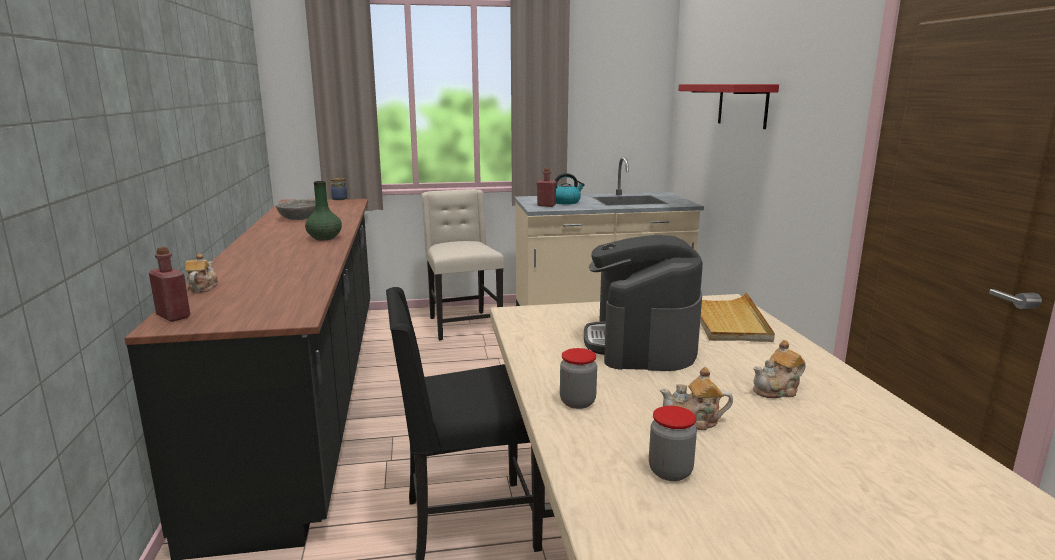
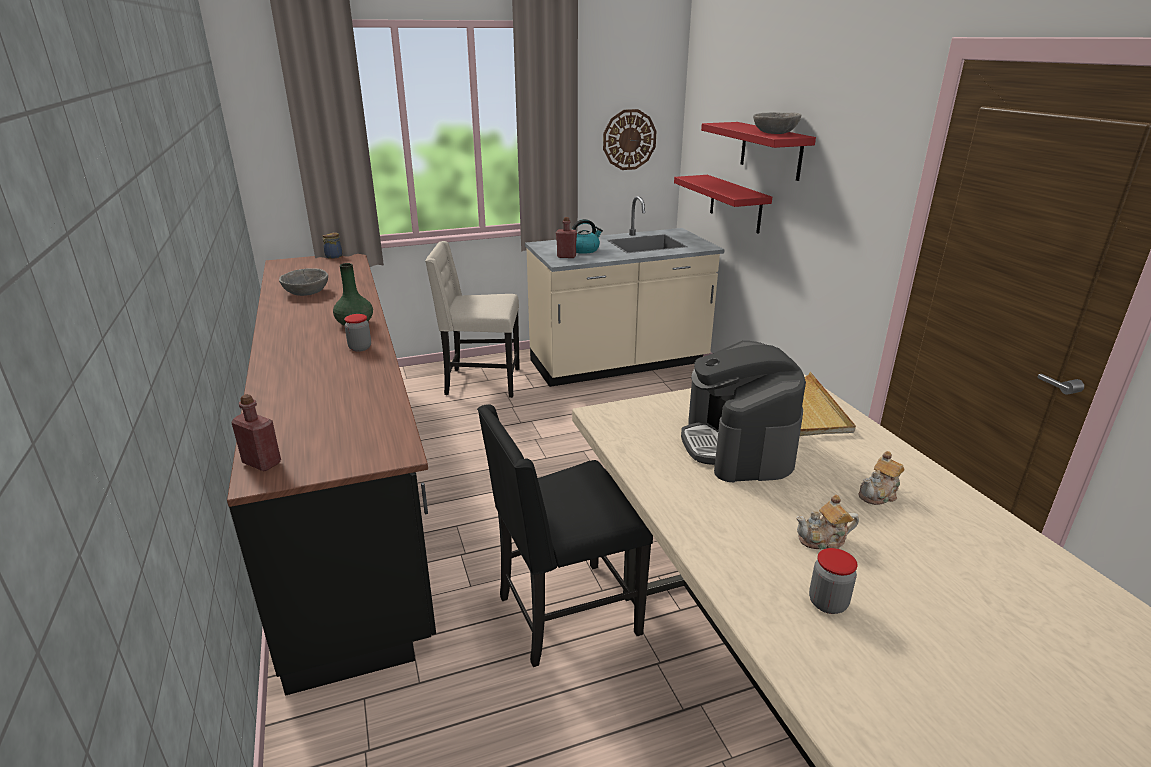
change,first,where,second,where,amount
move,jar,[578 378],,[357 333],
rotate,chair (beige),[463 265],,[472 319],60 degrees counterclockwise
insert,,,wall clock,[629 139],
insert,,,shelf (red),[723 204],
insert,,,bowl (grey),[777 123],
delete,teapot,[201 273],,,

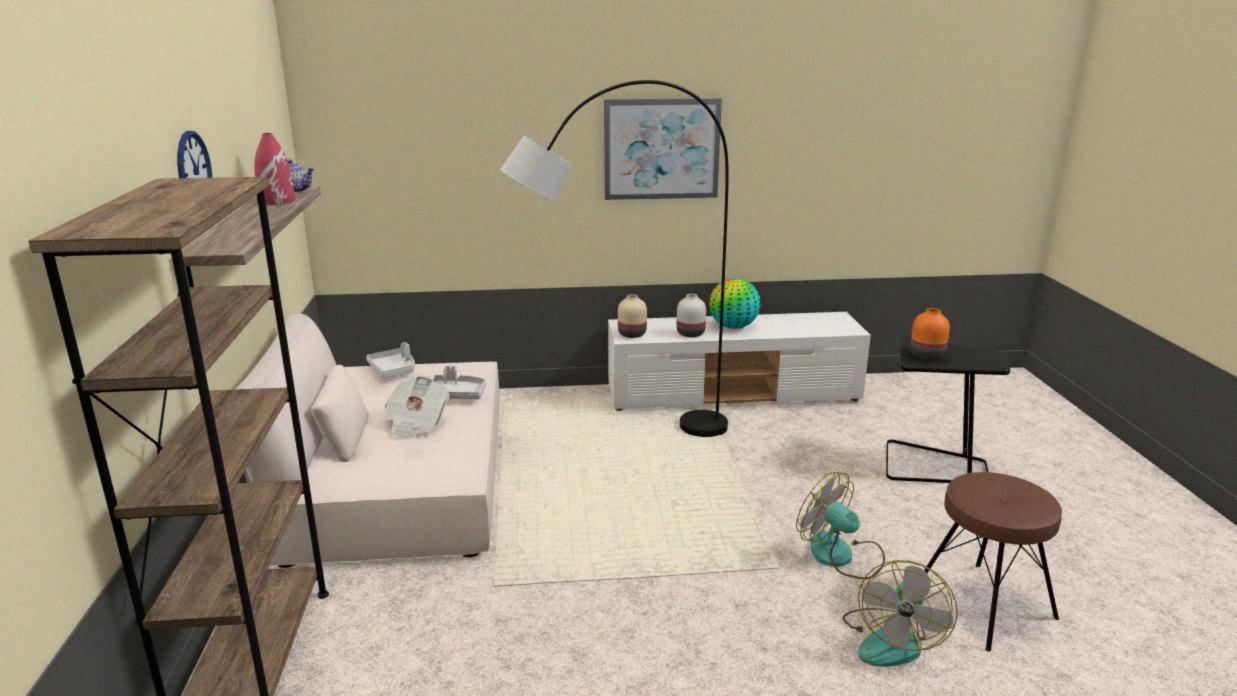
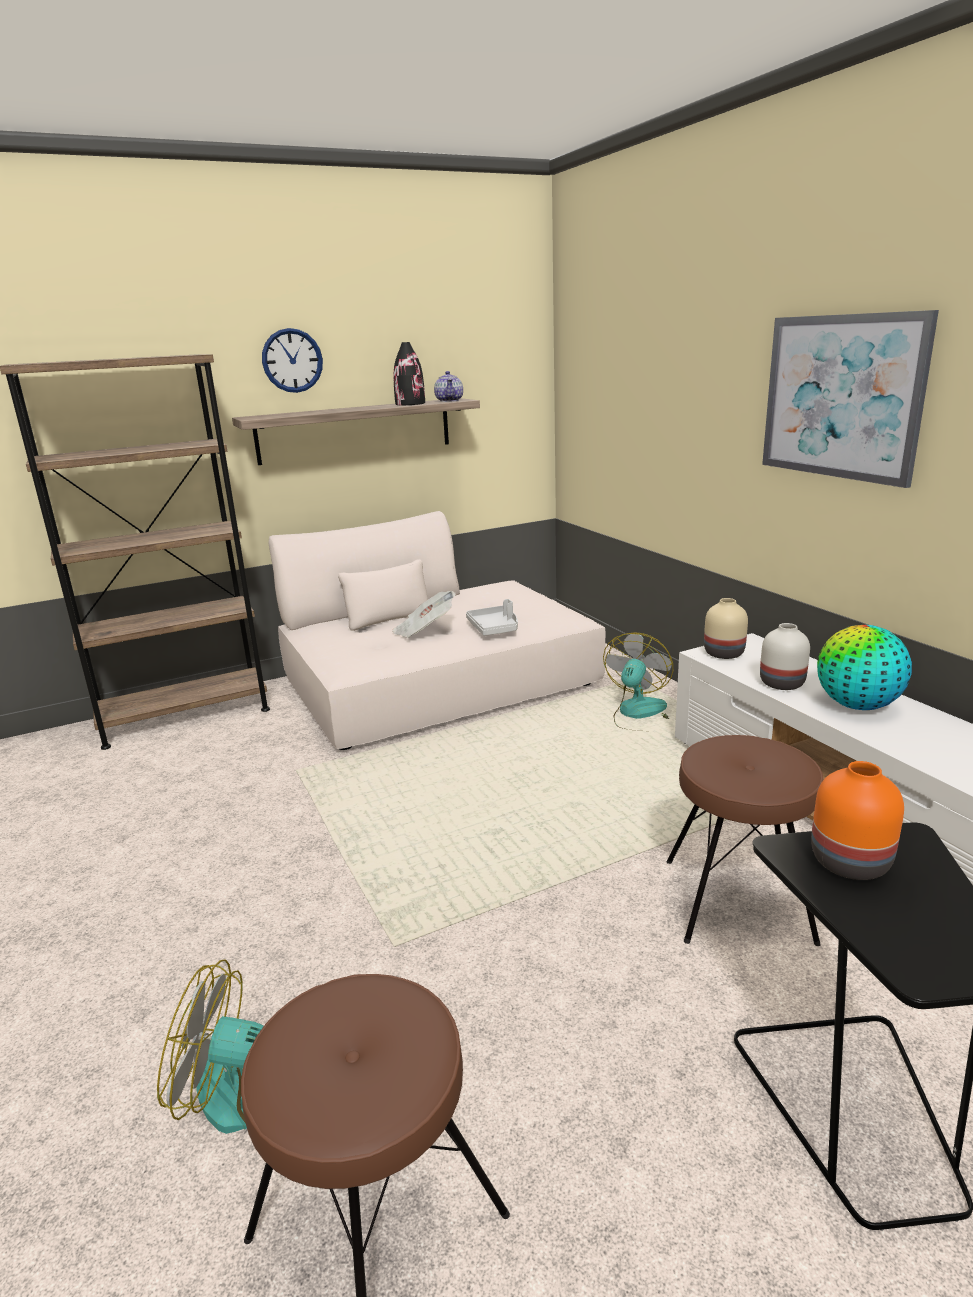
change,first,where,second,where,amount
recolor,vase (red),[274 169],vase (black),[409 373],
move,fan,[840 525],,[638 681],
insert,,,stool (brown),[745 840],
delete,tray (grey),[390 360],,,
delete,floor lamp (grey),[614 258],,,

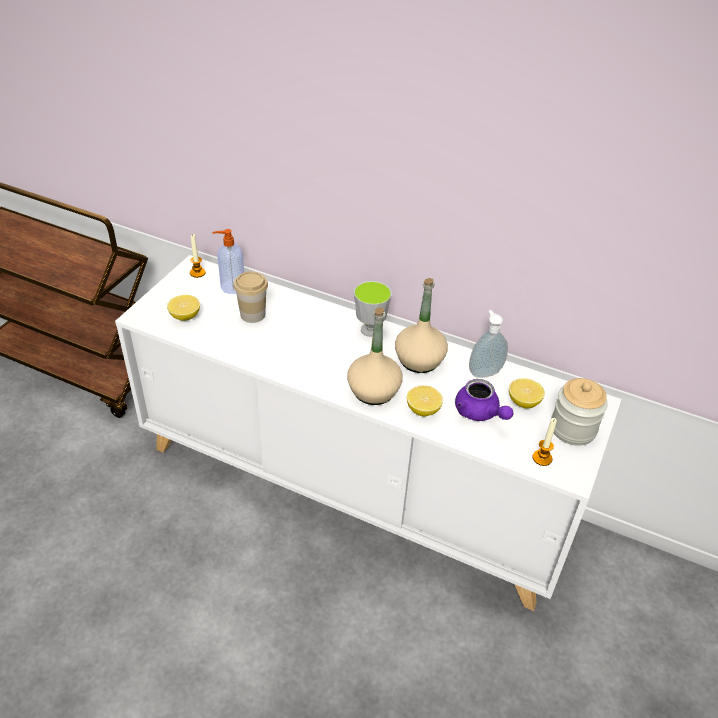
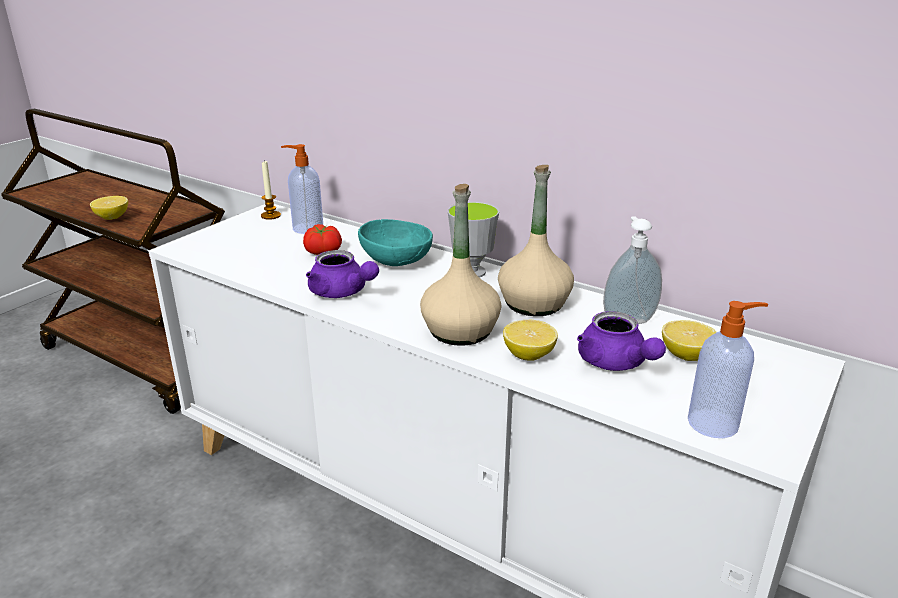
change,first,where,second,where,amount
move,lemon,[183 308],,[109 208],
replace,cup,[251 297],tomato,[322 239],
insert,,,teapot (purple),[342 274],
insert,,,bowl (turquoise),[395 242],
replace,candle,[545 442],soap dispenser,[728 369],
delete,jar,[579 412],,,

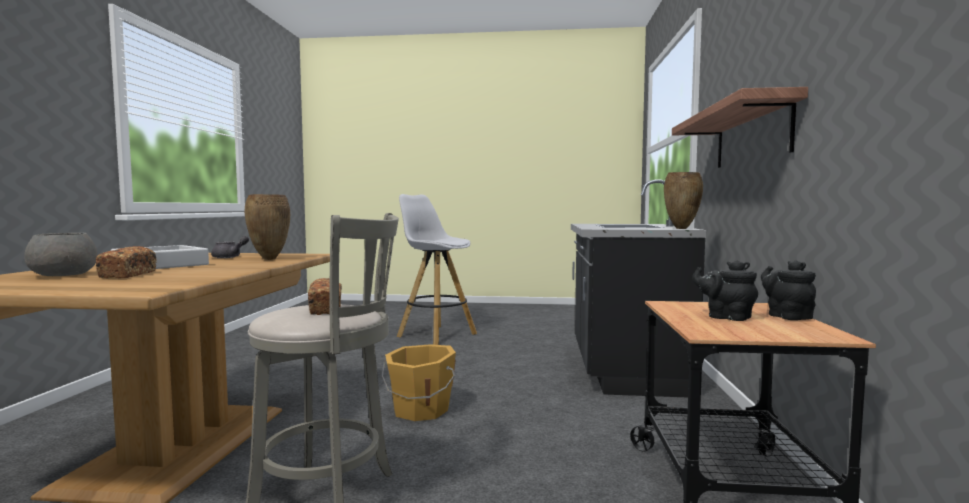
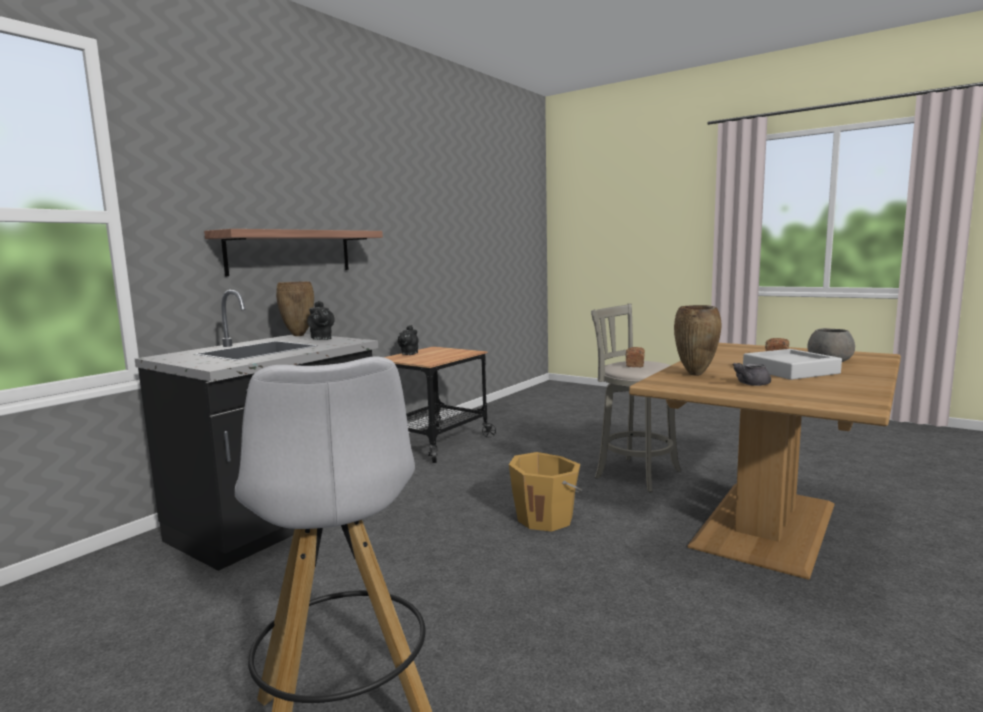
change,first,where,second,where,amount
move,teapot (black),[725 291],,[321 320],

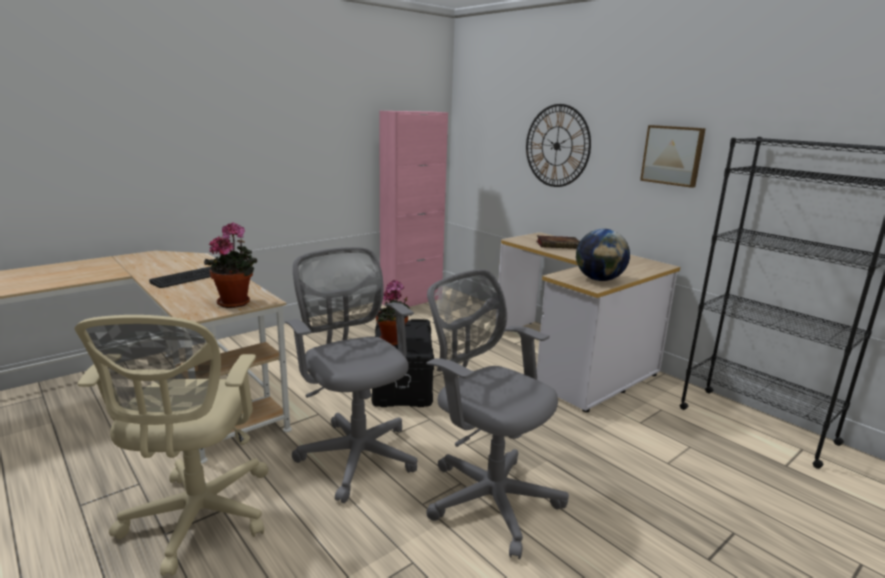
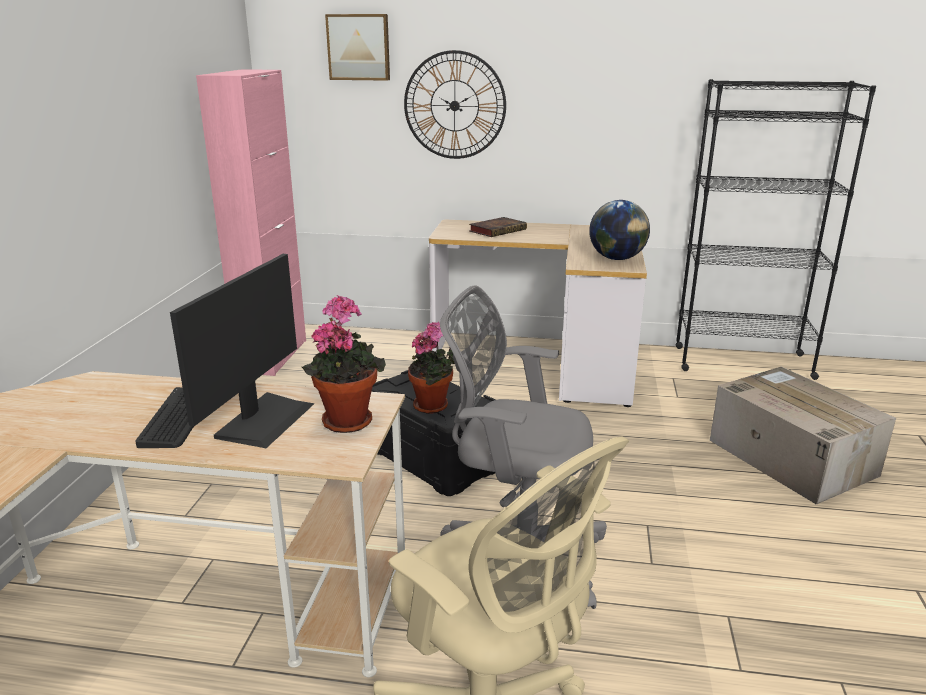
change,first,where,second,where,amount
insert,,,monitor,[242 351],
move,picture,[673 156],,[357 47],
insert,,,cardboard box,[803 436],
delete,office chair (grey),[497 414],,,

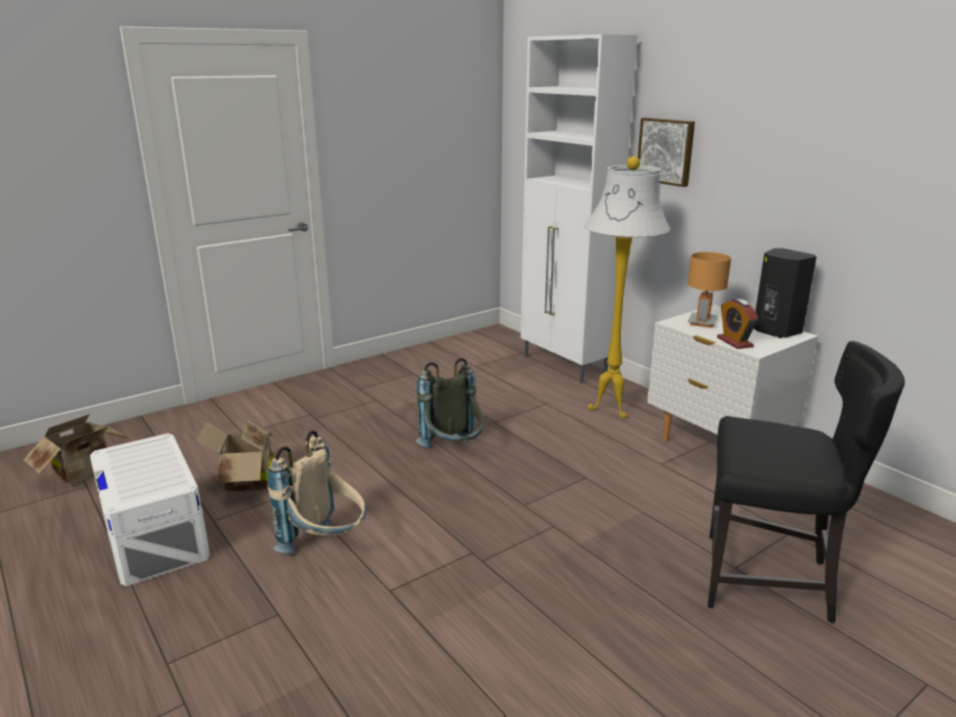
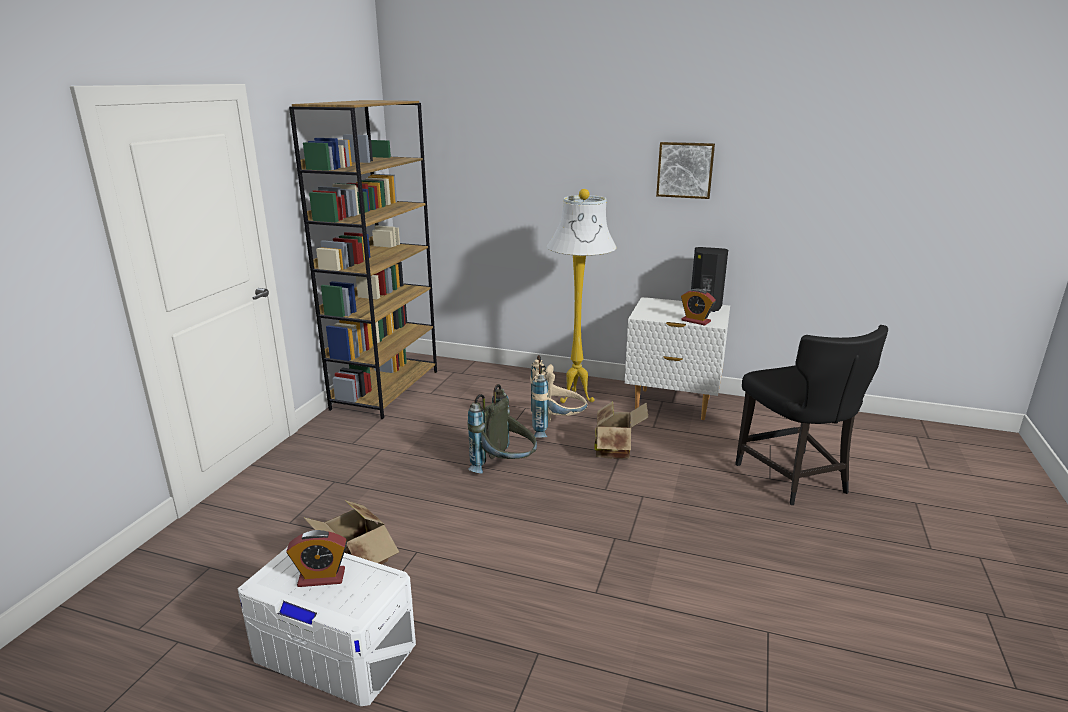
change,first,where,second,where,amount
insert,,,alarm clock,[316 558],
insert,,,bookcase (brown),[363 259],
move,backpack (beige),[316 491],,[559 396],
move,cardboard box,[76 450],,[621 430],
move,picture,[666 152],,[685 170],
rotate,chair (black),[806 482],,[811 415],90 degrees clockwise
delete,cabinet (white),[579 209],,,
delete,table lamp (brown),[709 290],,,

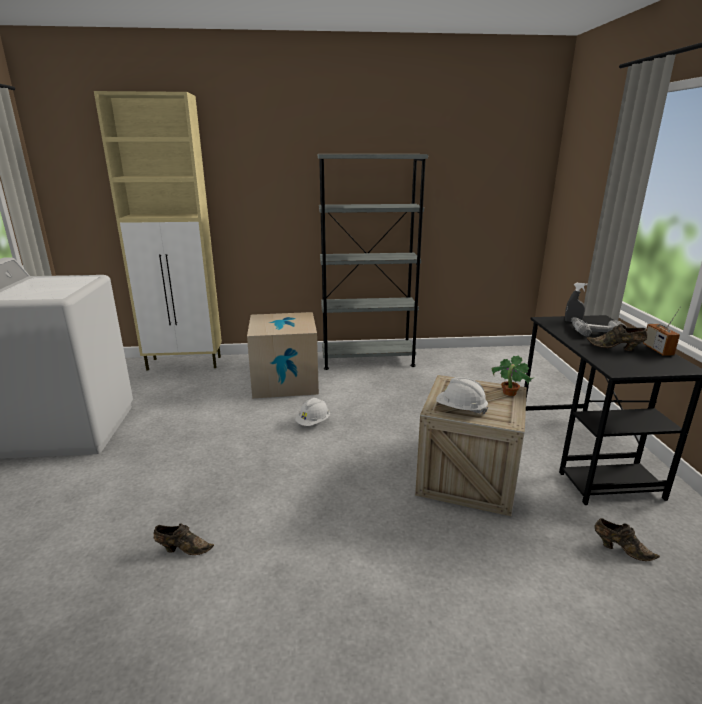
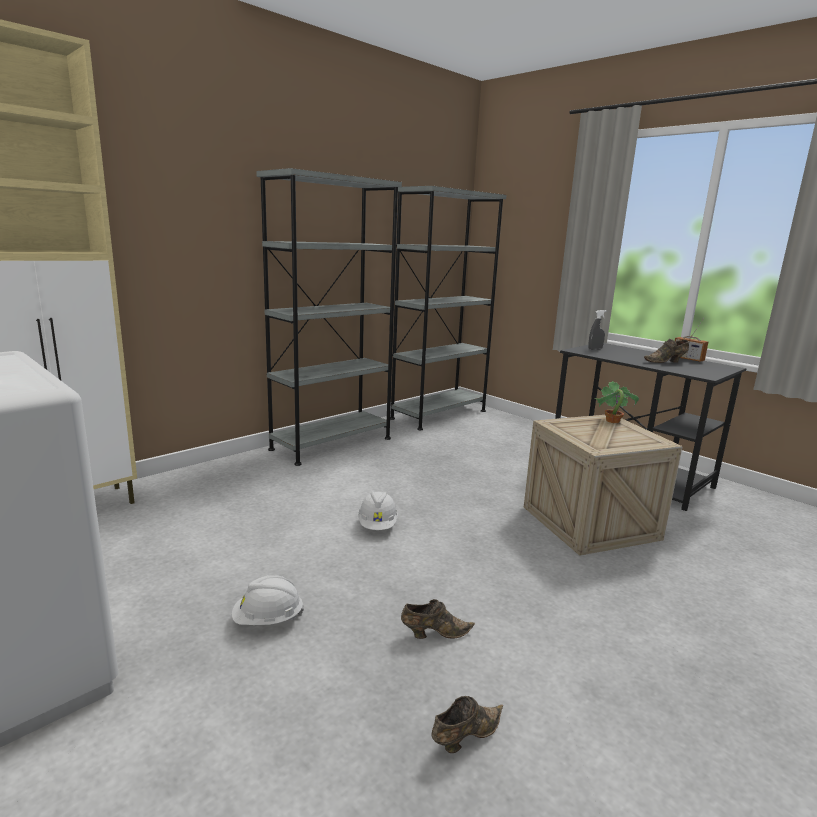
change,first,where,second,where,amount
move,hard hat (white),[462 395],,[268 600],
insert,,,bookcase (grey),[448 308],
move,shoe (brown),[627 539],,[438 619],
delete,cardboard box,[283 355],,,
delete,power drill,[599 326],,,

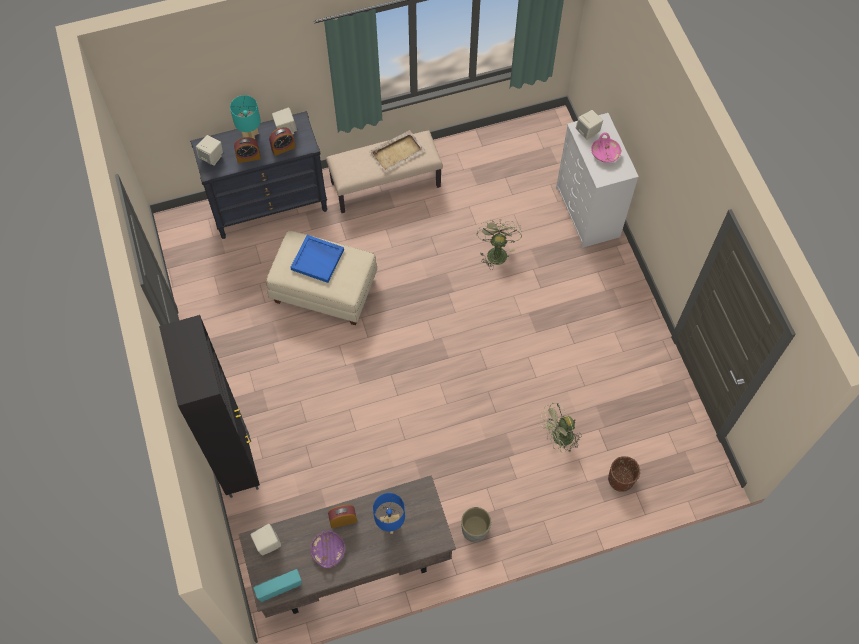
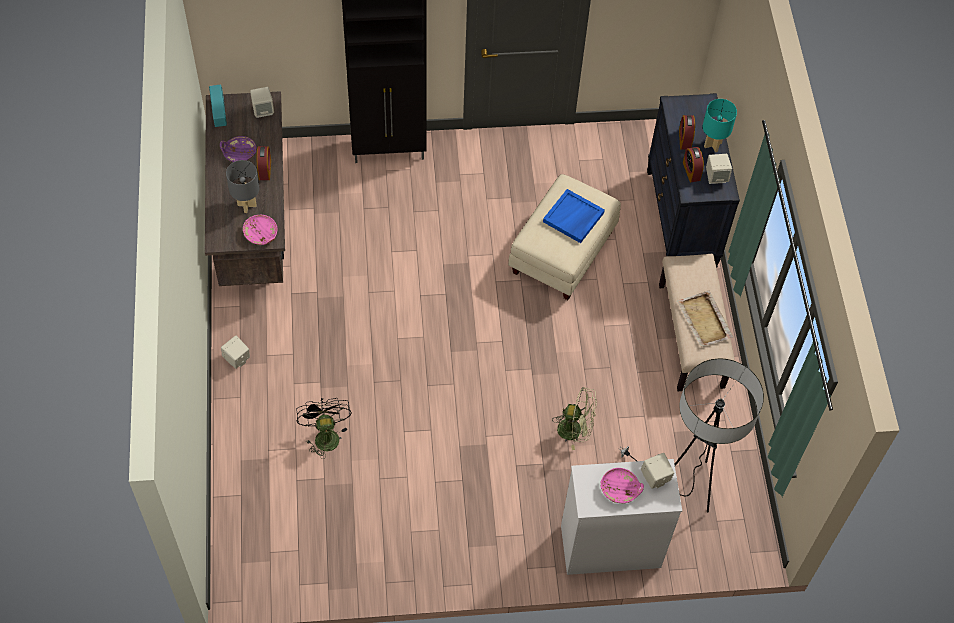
change,first,where,second,where,amount
move,speaker (beige),[209 150],,[235 352],
recolor,table lamp (blue),[389 513],table lamp (grey),[242 186],
insert,,,bowl (pink),[260 230],
recolor,fan (green),[561 428],fan (black),[324 428],
insert,,,floor lamp,[691 436],
delete,planter (grey),[476 524],,,
delete,planter (brown),[624 474],,,

